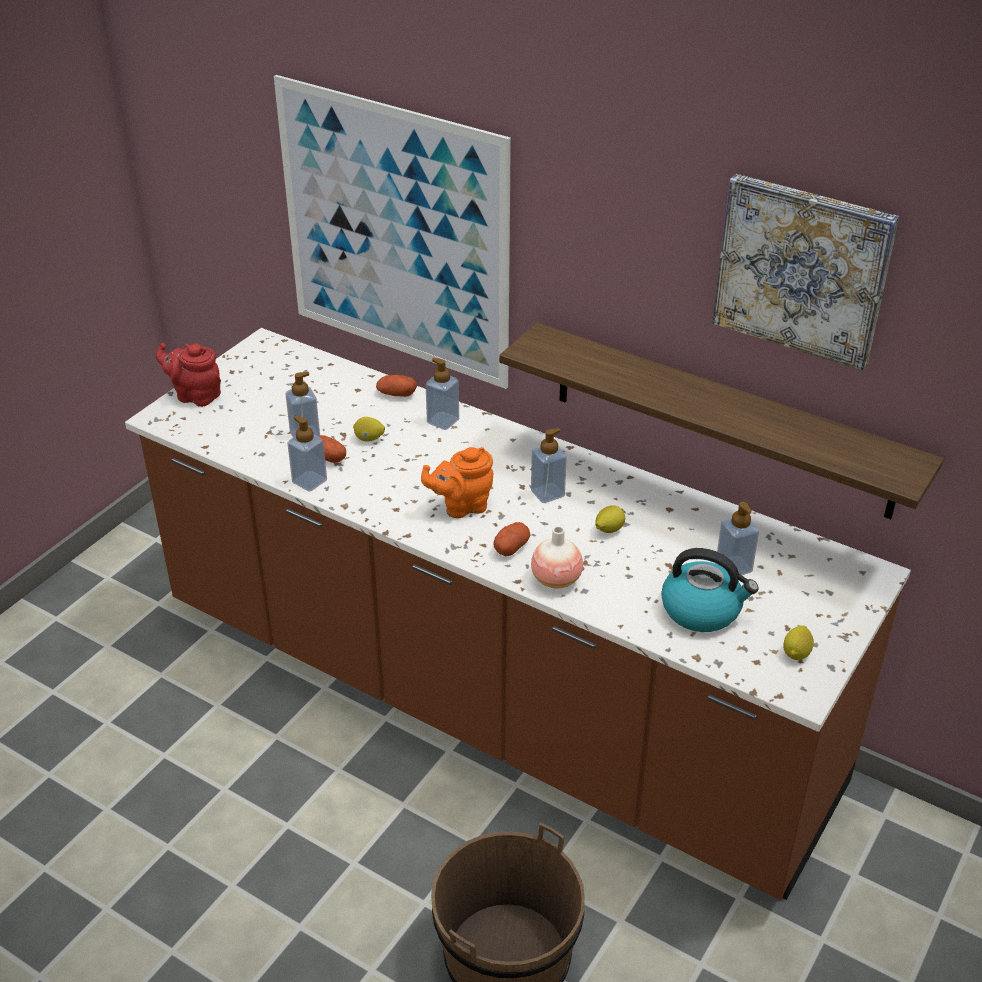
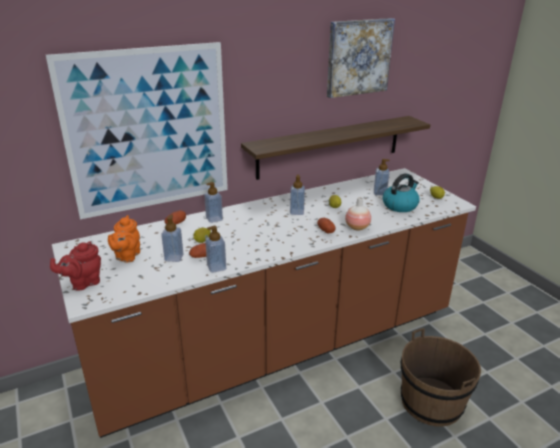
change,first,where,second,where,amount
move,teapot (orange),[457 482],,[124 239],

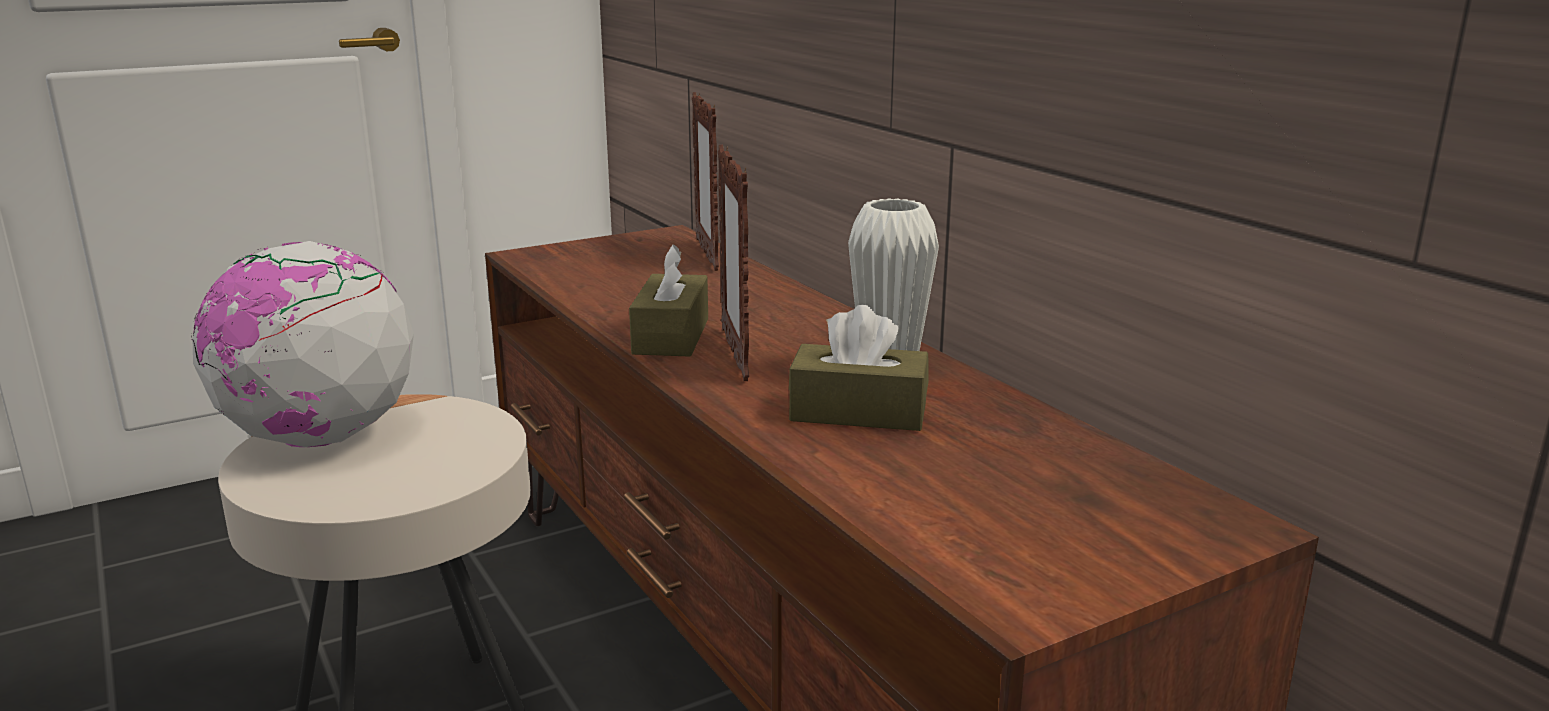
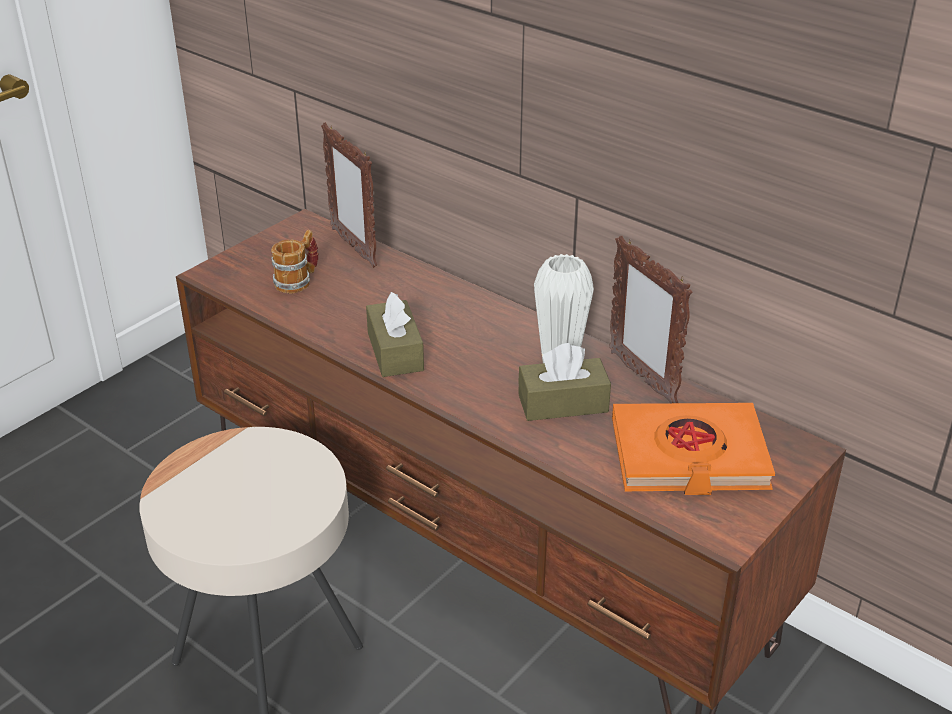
change,first,where,second,where,amount
insert,,,mug,[295 262],
move,picture frame,[733 263],,[651 319],
insert,,,book (orange),[693 449],
delete,globe,[302 344],,,

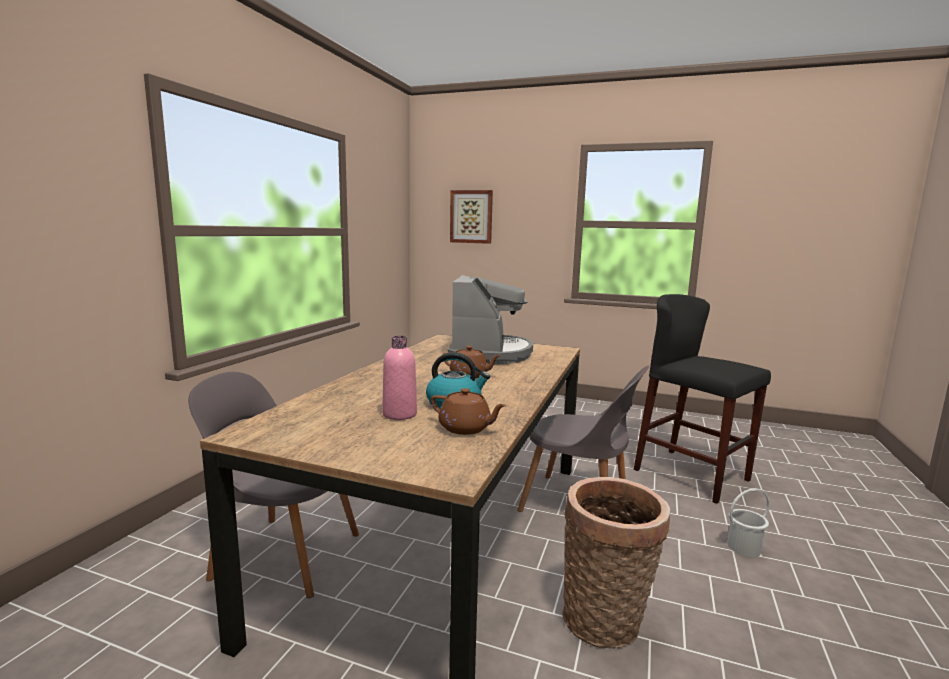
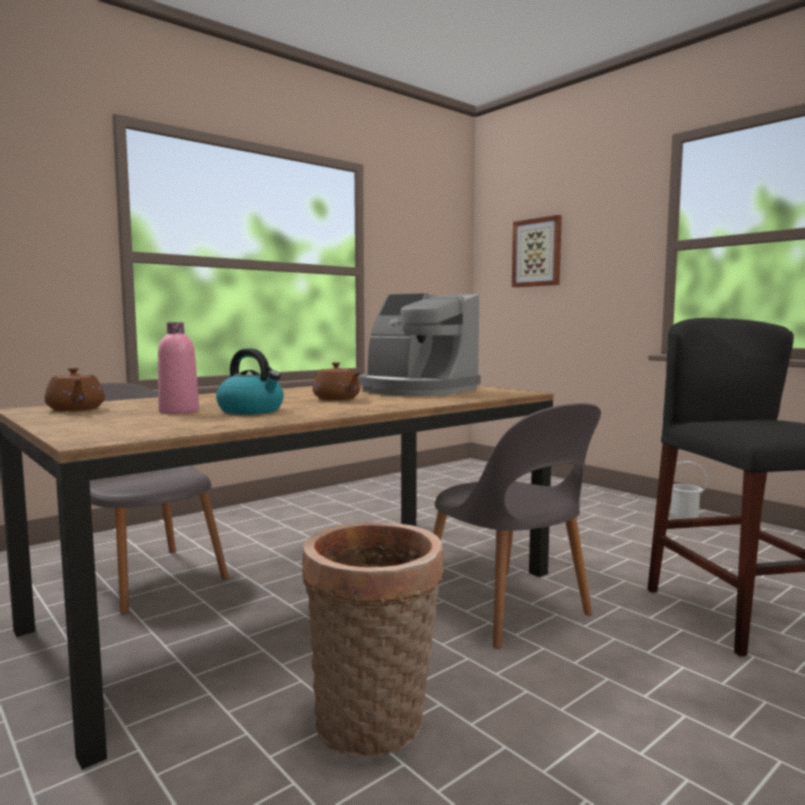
change,first,where,second,where,amount
move,teapot (brown),[469 411],,[74 390],
rotate,coffee machine,[490 319],,[420 344],90 degrees clockwise
move,bucket (white),[748 522],,[689 489],

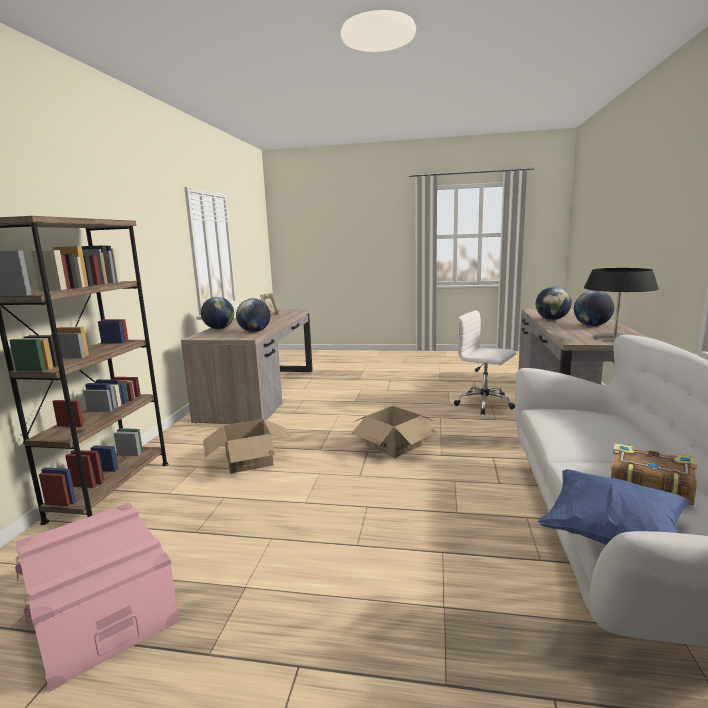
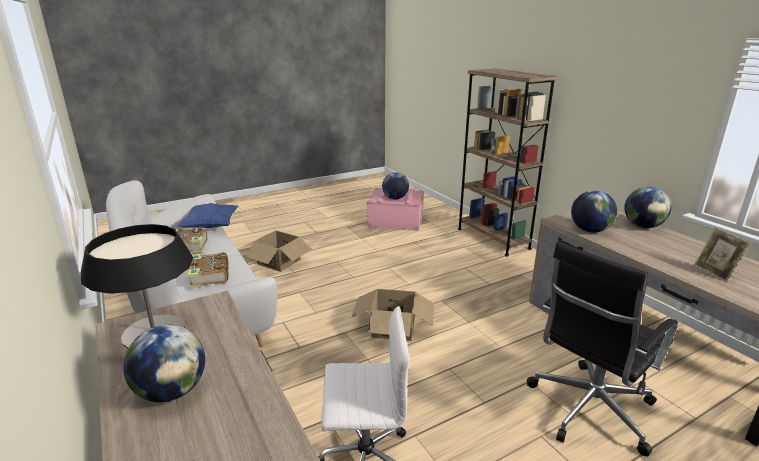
change,first,where,second,where,amount
insert,,,book,[208 270],
move,cardboard box,[248 446],,[278 251],
move,globe,[554 303],,[395 185],
insert,,,office chair (black),[602 348],

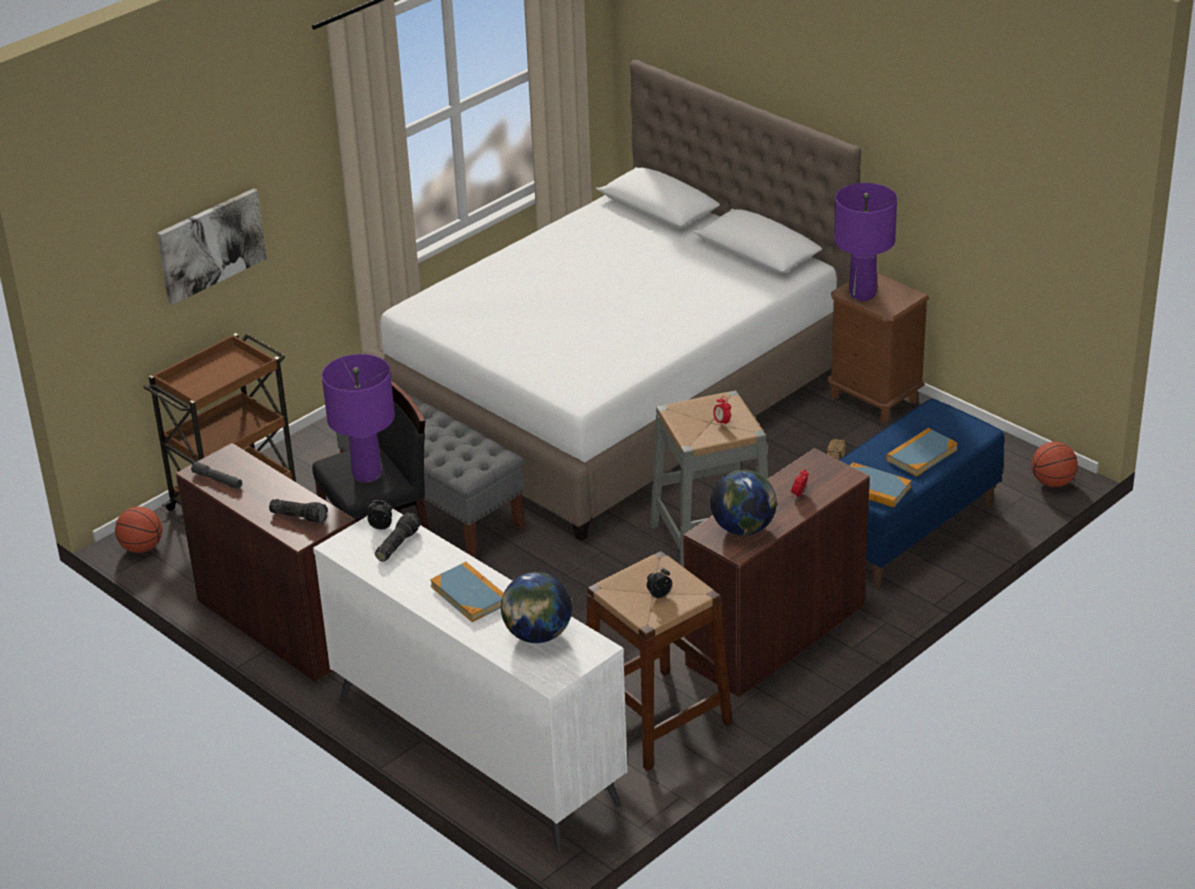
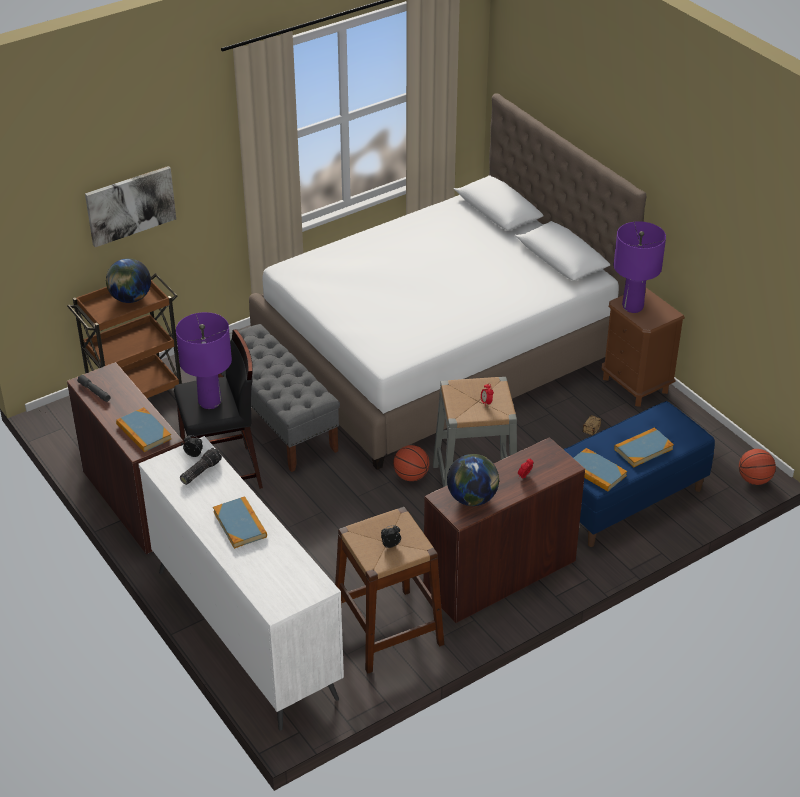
change,first,where,second,where,amount
move,globe,[536 607],,[128 280],
replace,flashlight,[298 511],book,[144 429],
move,basketball,[138 530],,[411 463],

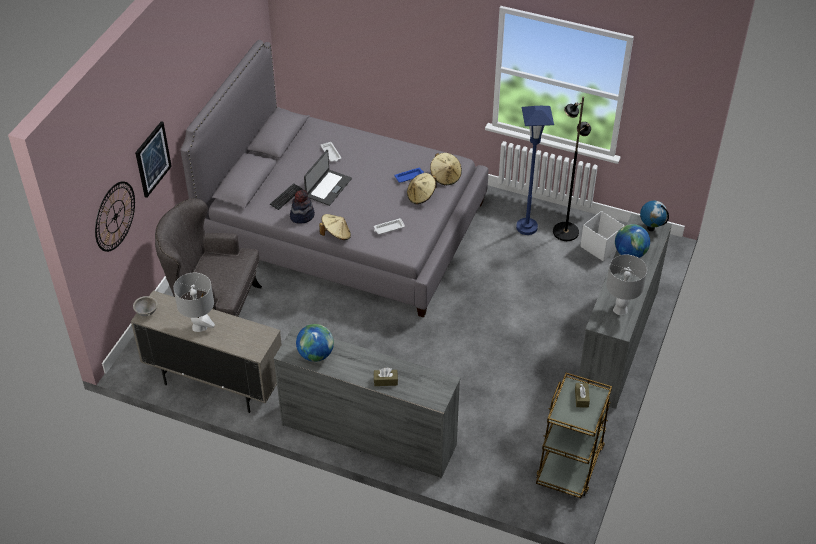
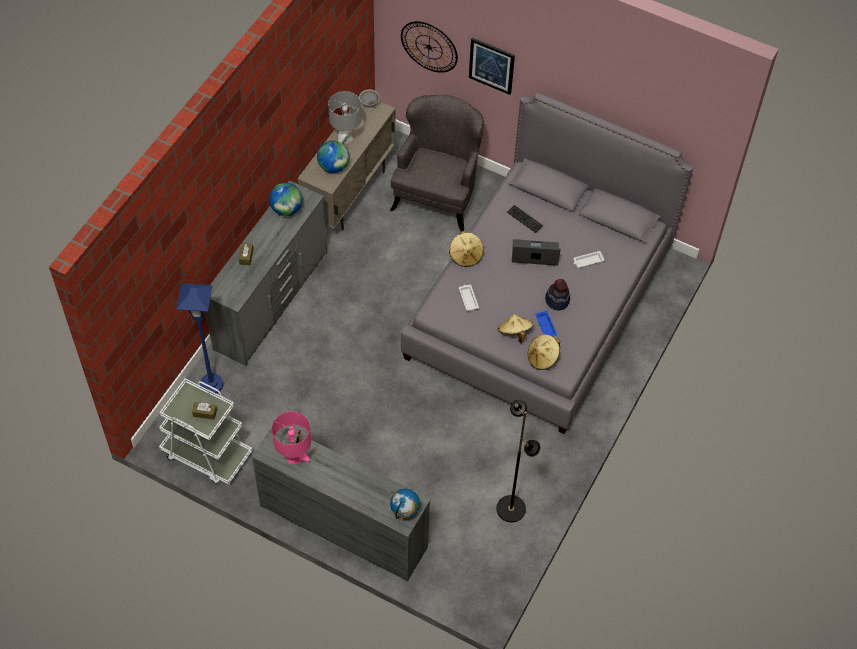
change,first,where,second,where,amount
recolor,cart (brown),[574 435],cart (white),[205 431],
move,floor lamp (blue),[535 170],,[199 339],
recolor,table lamp (grey),[626 285],table lamp (pink),[291 437],
move,globe,[632 241],,[333 157],
rotate,laptop,[328 178],,[536 252],150 degrees clockwise
move,hat,[302 206],,[557 294],
delete,storage box (white),[602 236],,,

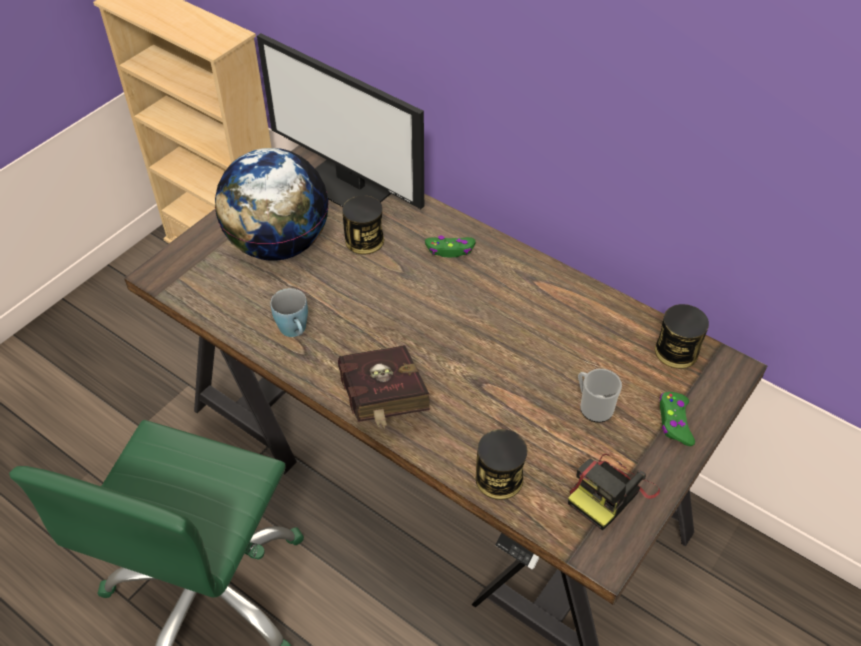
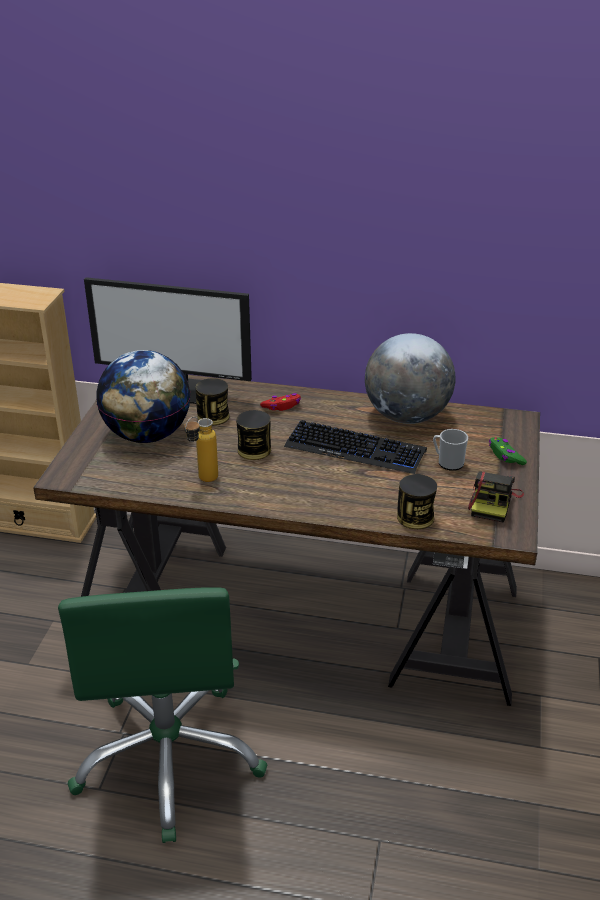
change,first,where,second,where,amount
replace,mug (blue),[289 312],bottle,[201 449],
move,can,[682 336],,[253 435],
recolor,game controller (green),[450 246],game controller (red),[280 402],
insert,,,keyboard,[355 447],
insert,,,globe,[410 378],
delete,book (red),[384 387],,,

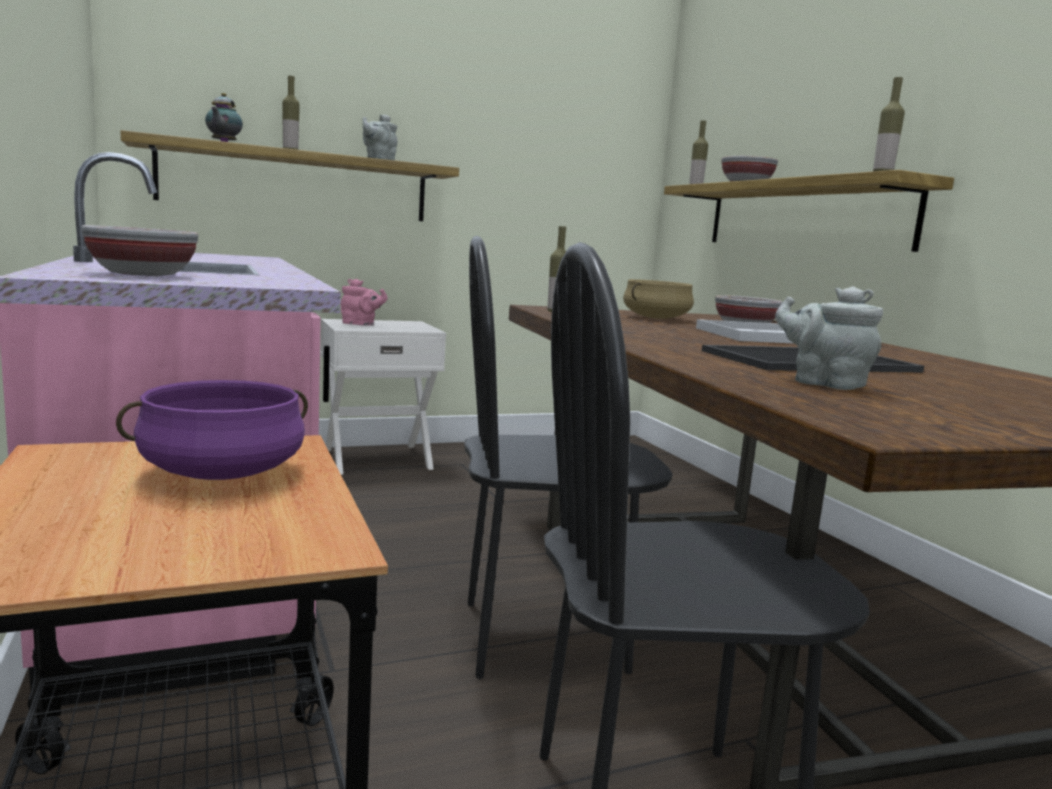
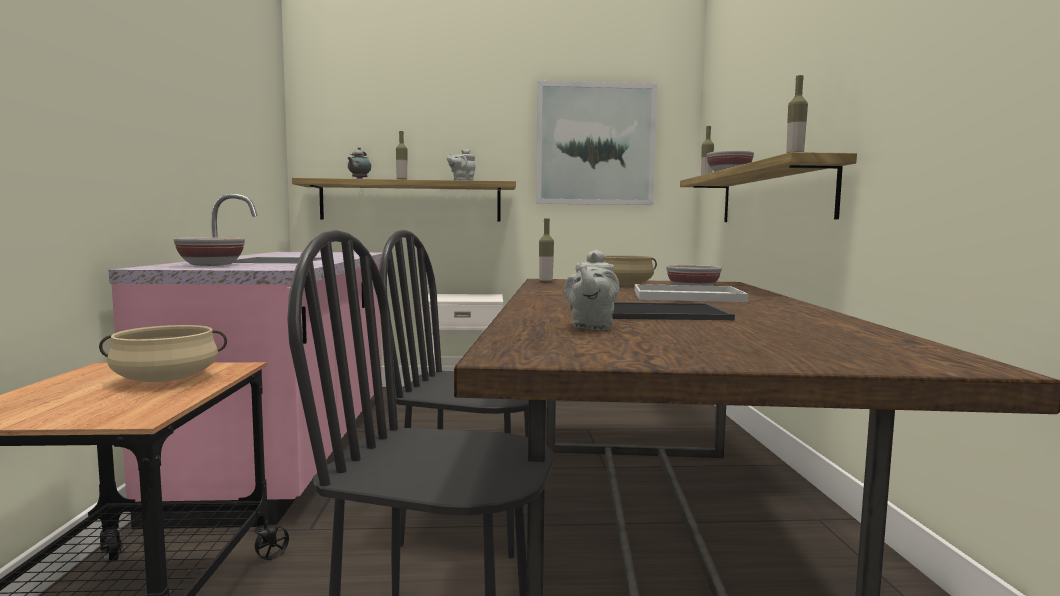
change,first,where,second,where,amount
recolor,cooking pot (purple),[212 430],cooking pot (beige),[163 353],
insert,,,picture,[596 143],
rotate,teapot (grey),[829 338],,[591 289],135 degrees counterclockwise
delete,teapot (pink),[364 302],,,

